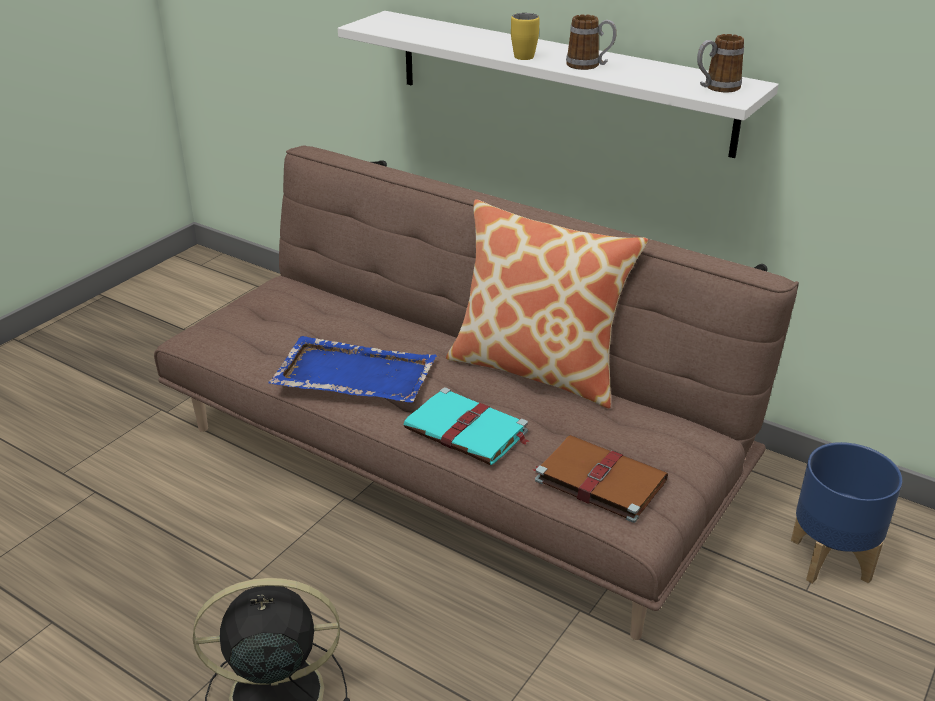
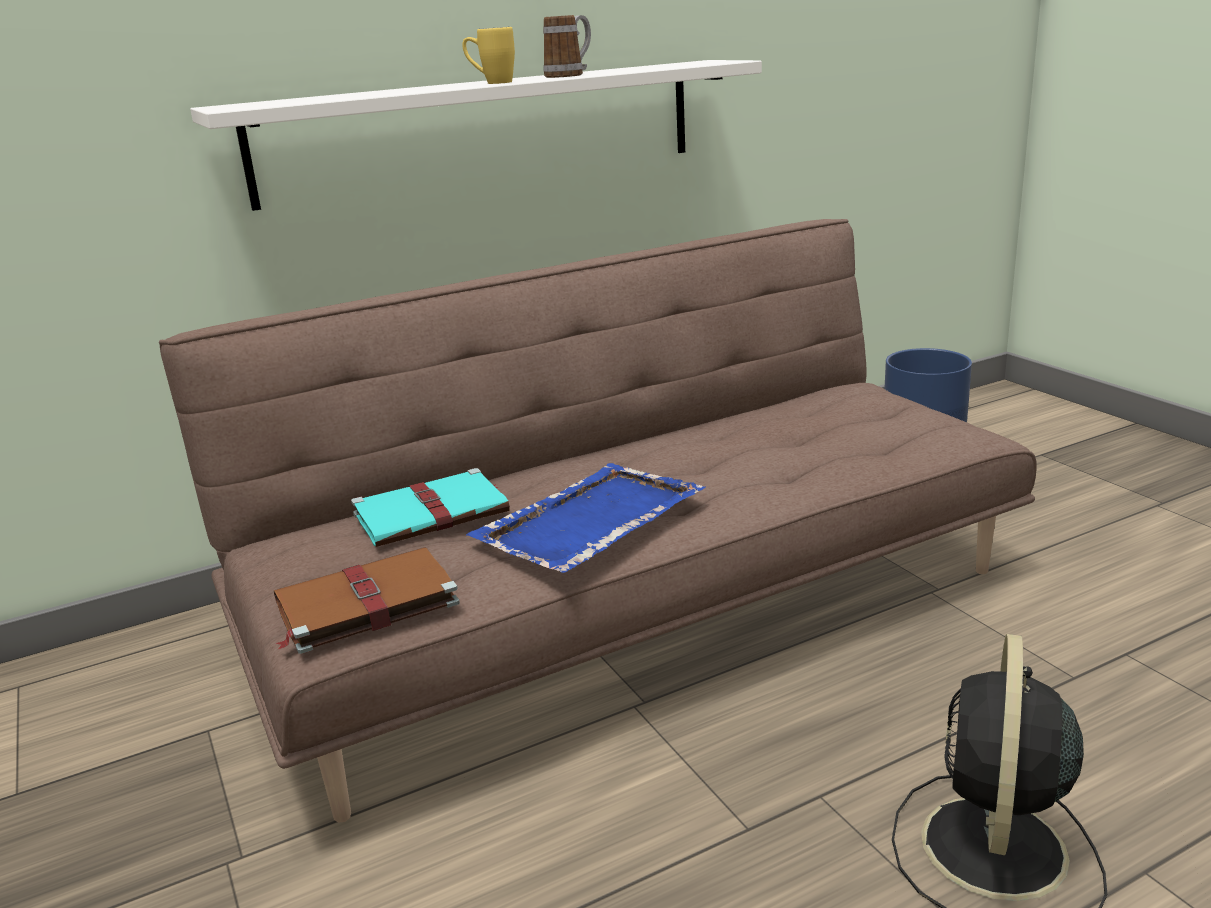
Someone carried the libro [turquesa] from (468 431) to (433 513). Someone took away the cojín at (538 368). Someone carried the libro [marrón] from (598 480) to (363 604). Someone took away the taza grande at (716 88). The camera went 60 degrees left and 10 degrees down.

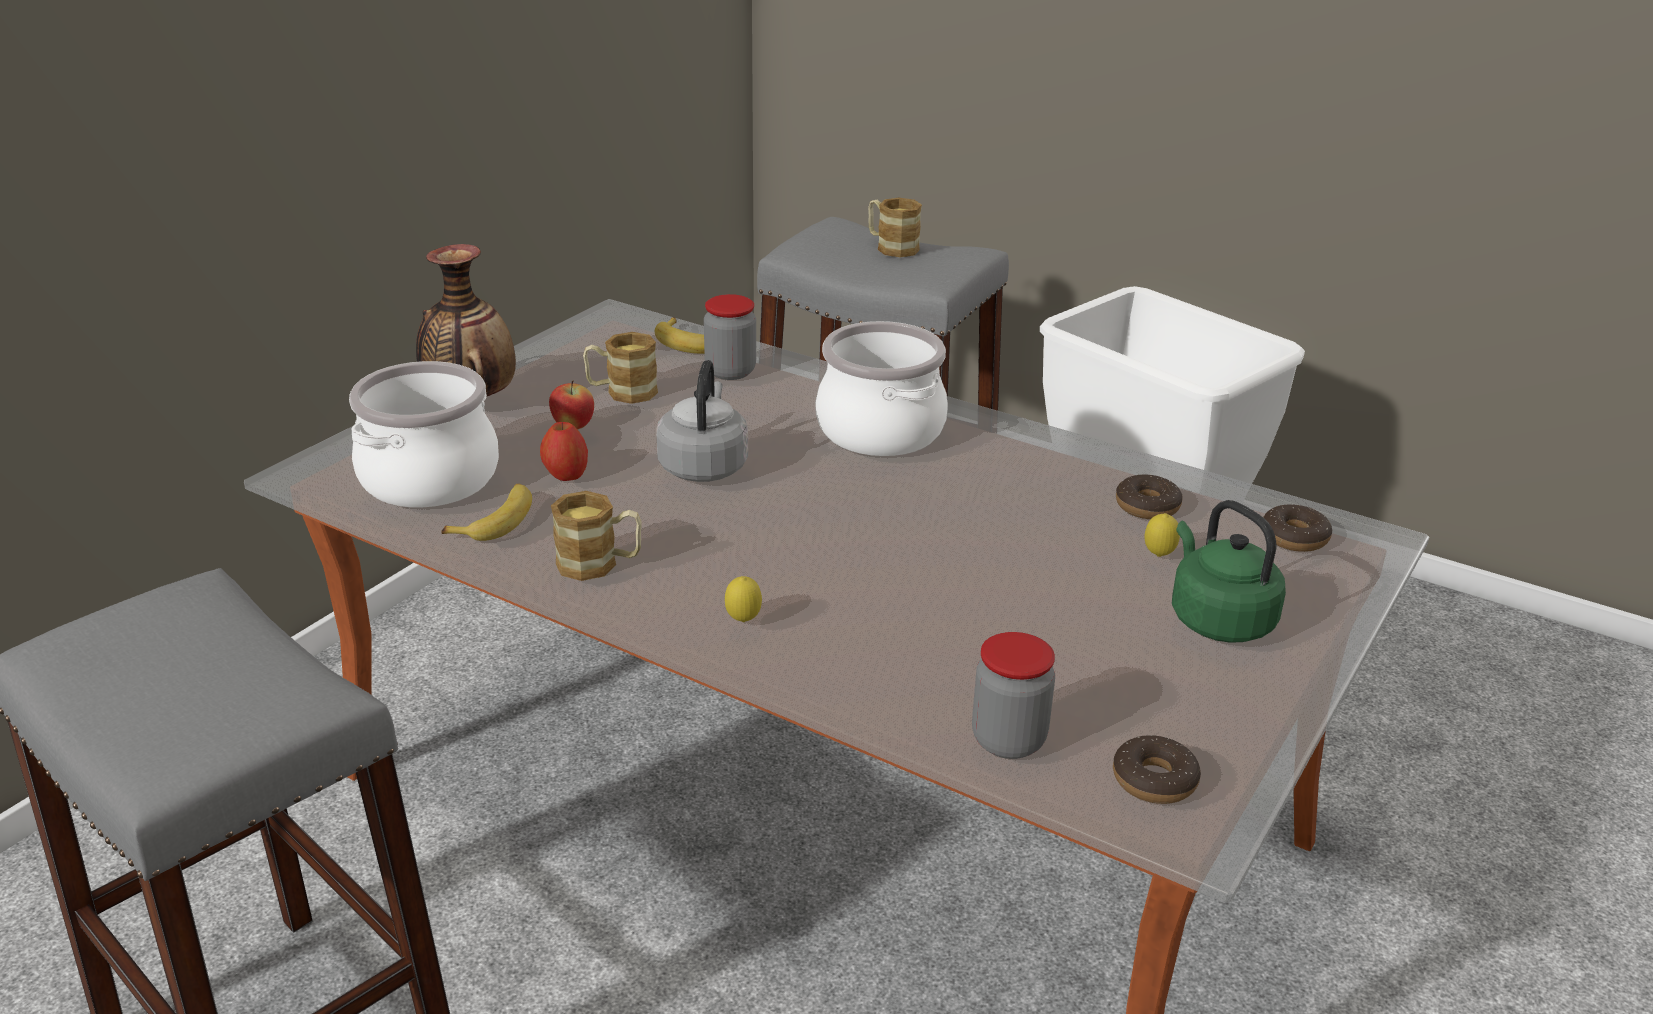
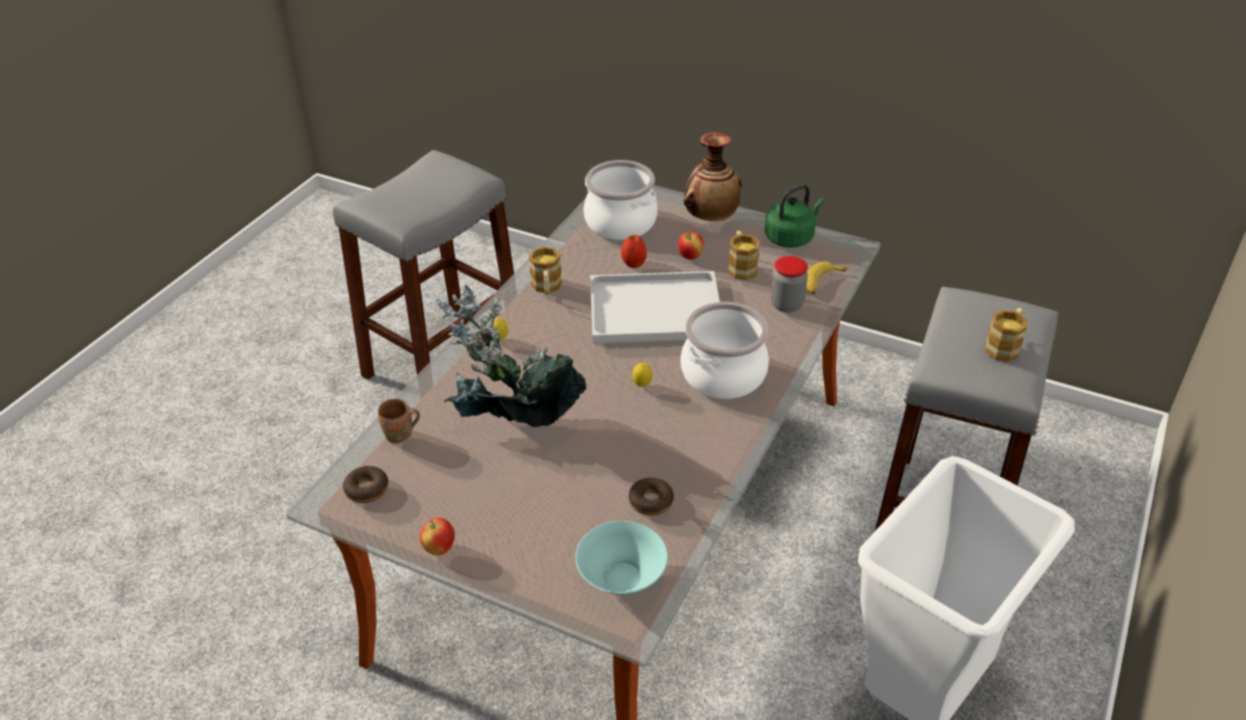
Someone took away the plátano at (496 520). Someone swapped the hervidor [gris] at (704 465) for the bandeja [blanco] at (658 308). Someone swapped the tarro at (1008 740) for the taza grande [marrón] at (400 436). Someone carried the limón from (1158 556) to (642 385). Someone carried the hervidor [verde] from (1217 619) to (791 237). Someone swapped the rosquilla at (1294 537) for the cuenco [turquesa] at (623 577). Someone put down the manzana at (439 549). Someone put down the planta en maceta at (513 430). The camera went 85 degrees right and 10 degrees up.

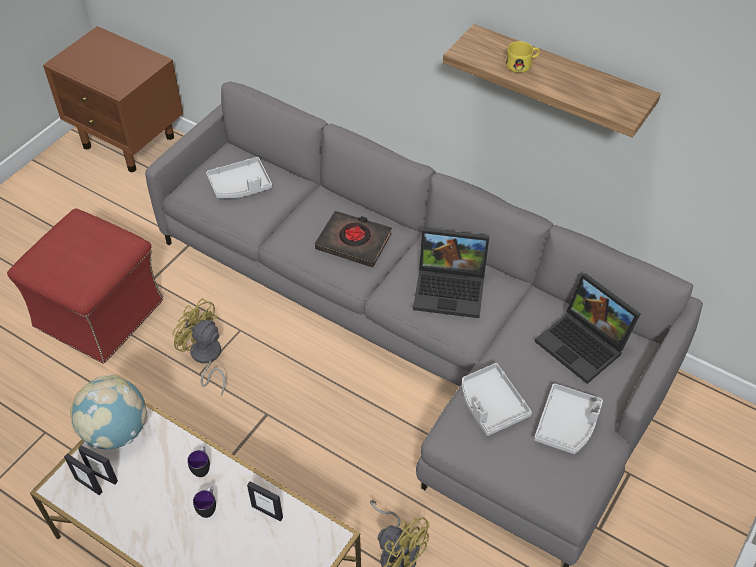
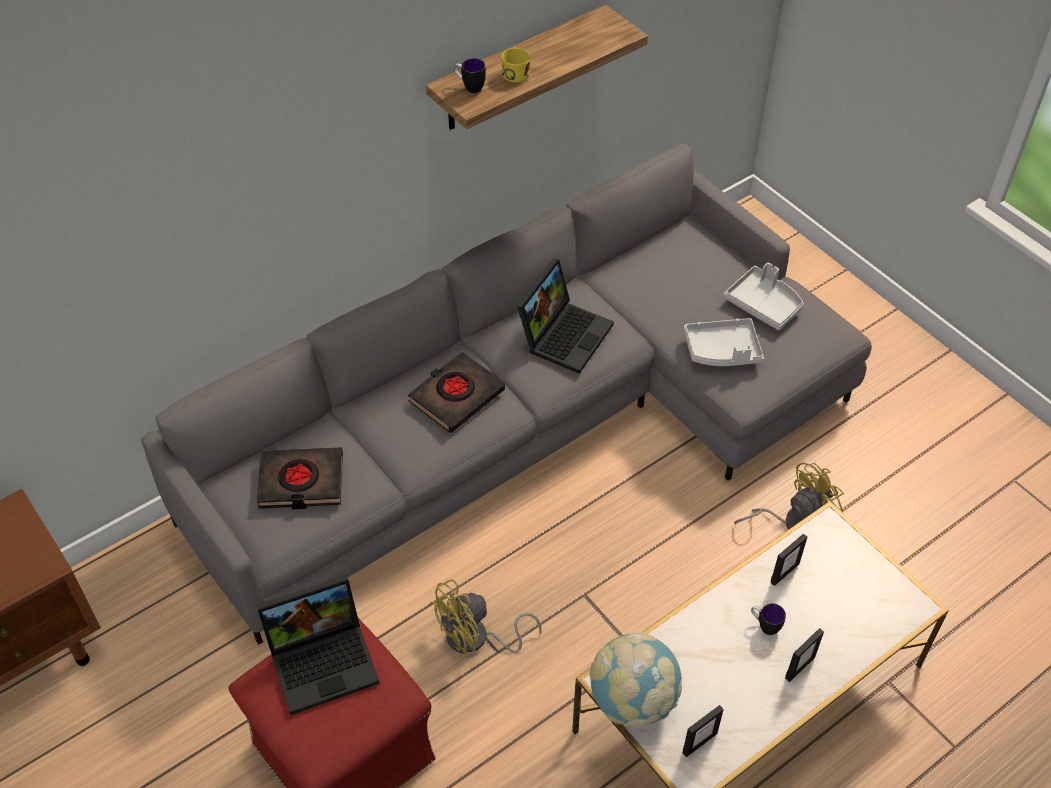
Someone carried the portarretratos from (103 475) to (799 667). Someone carried the taza grande from (202 467) to (470 87). Someone swapped the bandeja [gris] at (240 186) for the libro [negro] at (301 482). Someone carried the portátil from (584 345) to (325 659). The camera went 70 degrees left and 0 degrees up.

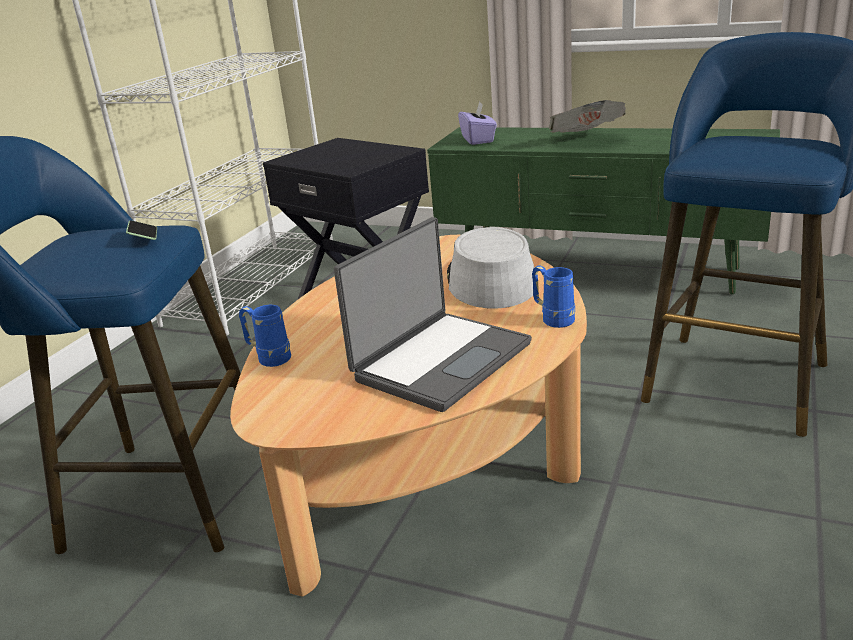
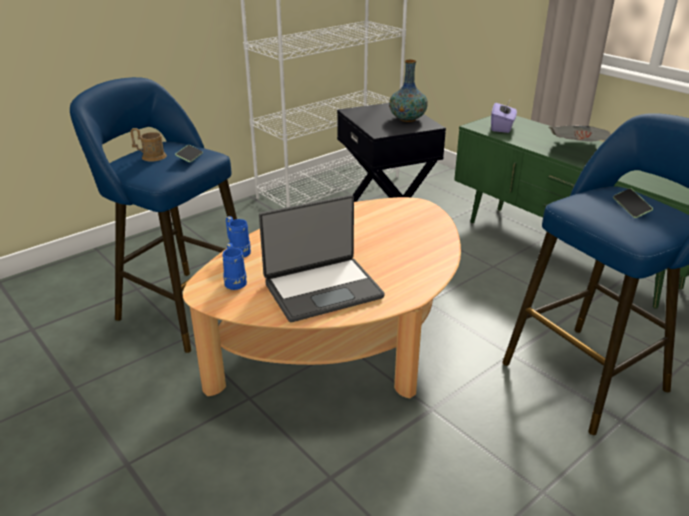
Someone took away the sombrero [gris] at (489 280). Someone carried the taza grande [azul] from (553 319) to (235 281). Someone put down the taza grande [marrón] at (150 156). Someone put down the florero at (407 119). Someone put down the móvil at (631 208). The camera went 25 degrees right and 5 degrees up.

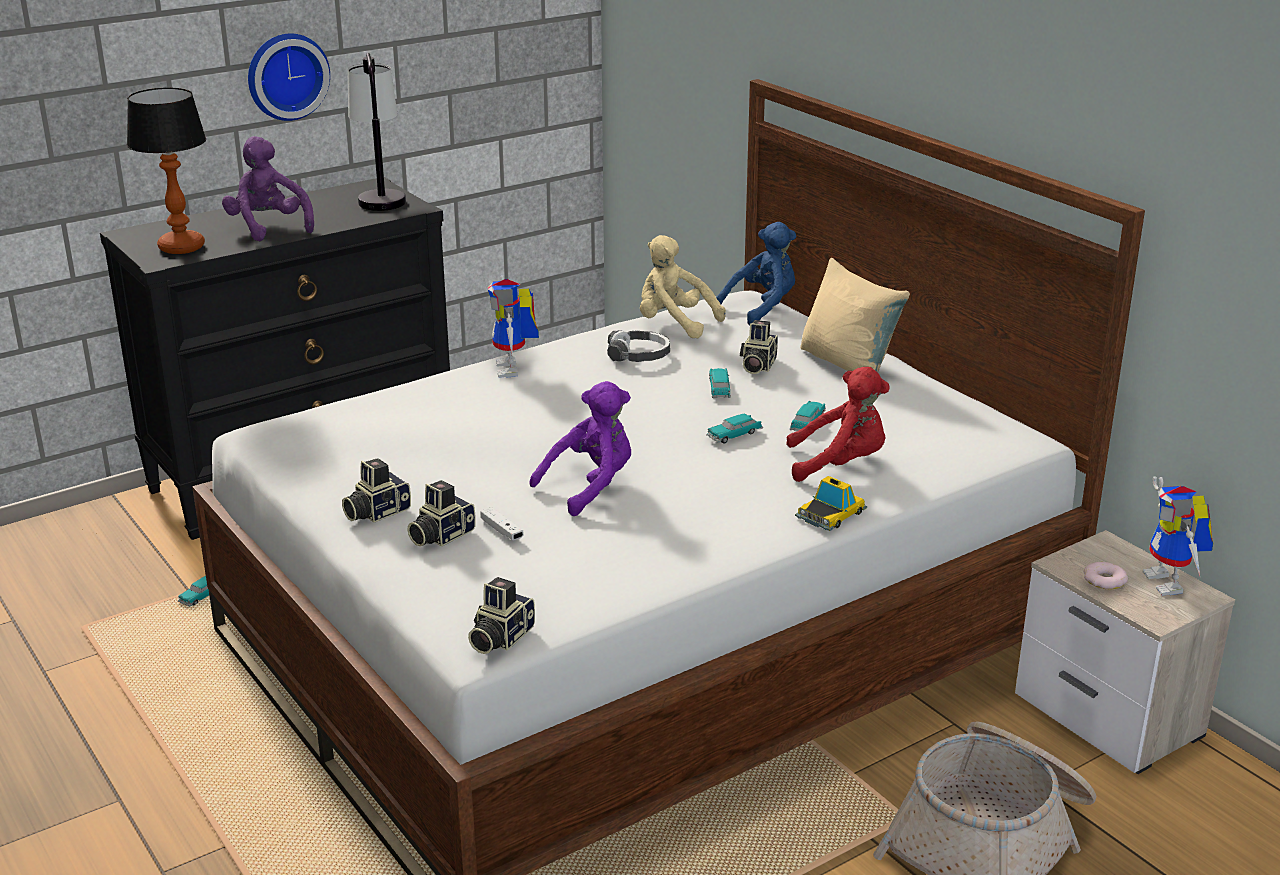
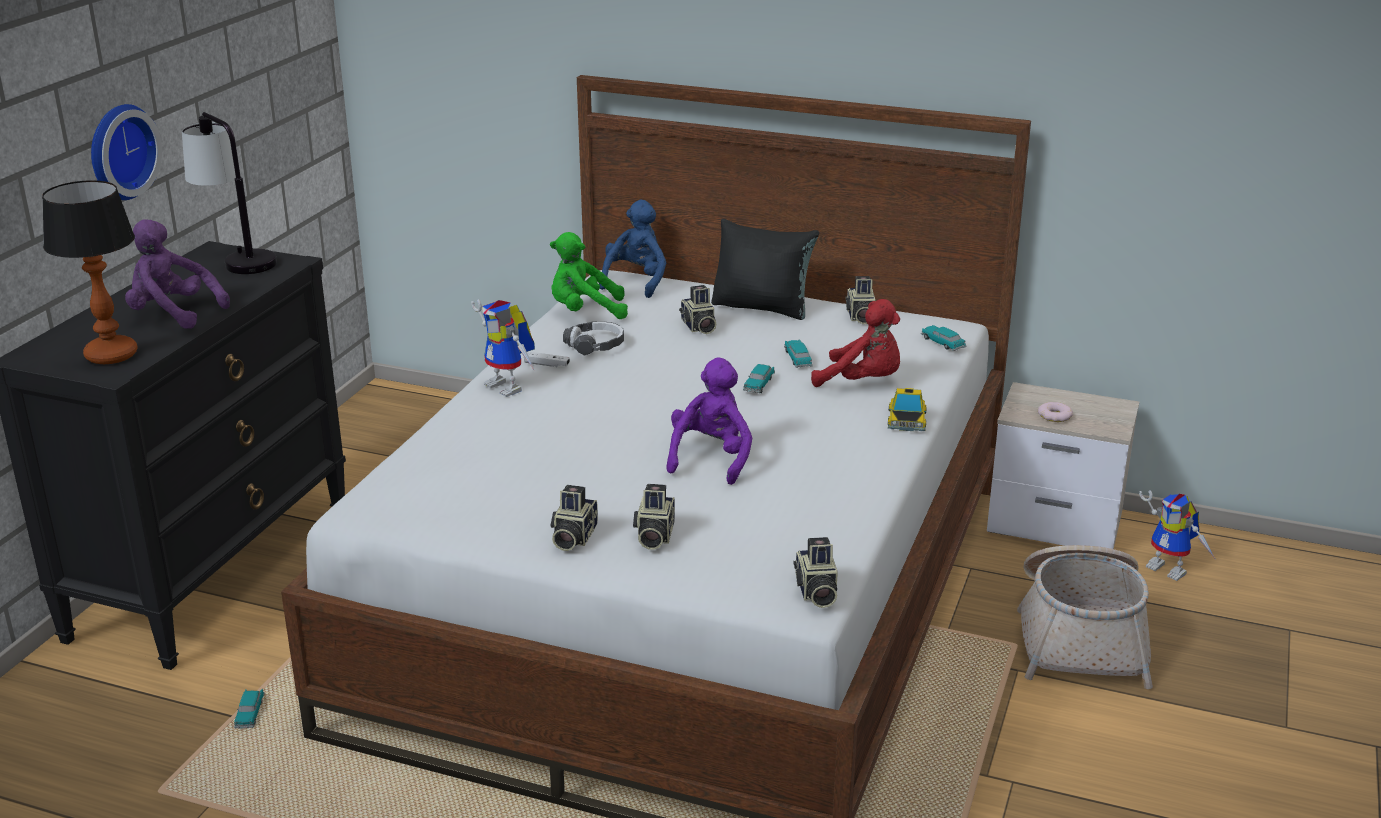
Someone carried the mando de consola [blanco] from (502 530) to (546 364). Someone repainted the peluche [beis] at (674 324), which became the peluche [verde] at (585 312). Someone carried the coche de juguete from (719 388) to (942 343). Someone rotated the peluche [rojo] at (840 464) by 60 degrees clockwise. Someone repainted the cojín [beis] at (847 365), which became the cojín [negro] at (762 307). Someone carried the robot de juguete from (1171 584) to (1171 569). Someone put down the cámara at (860 317). The camera went 35 degrees left and 0 degrees up.

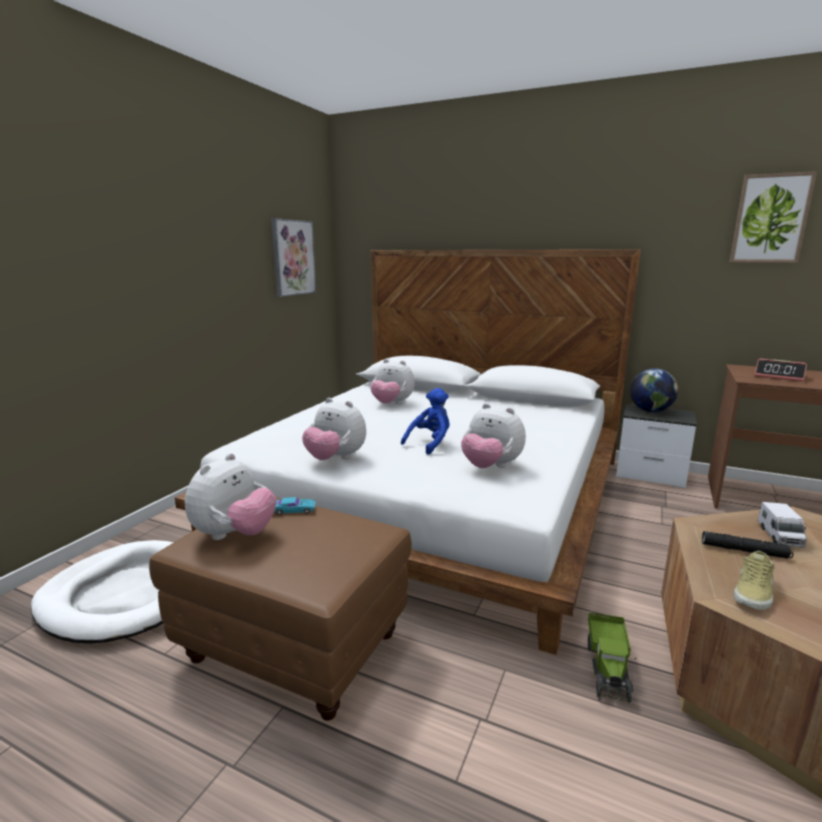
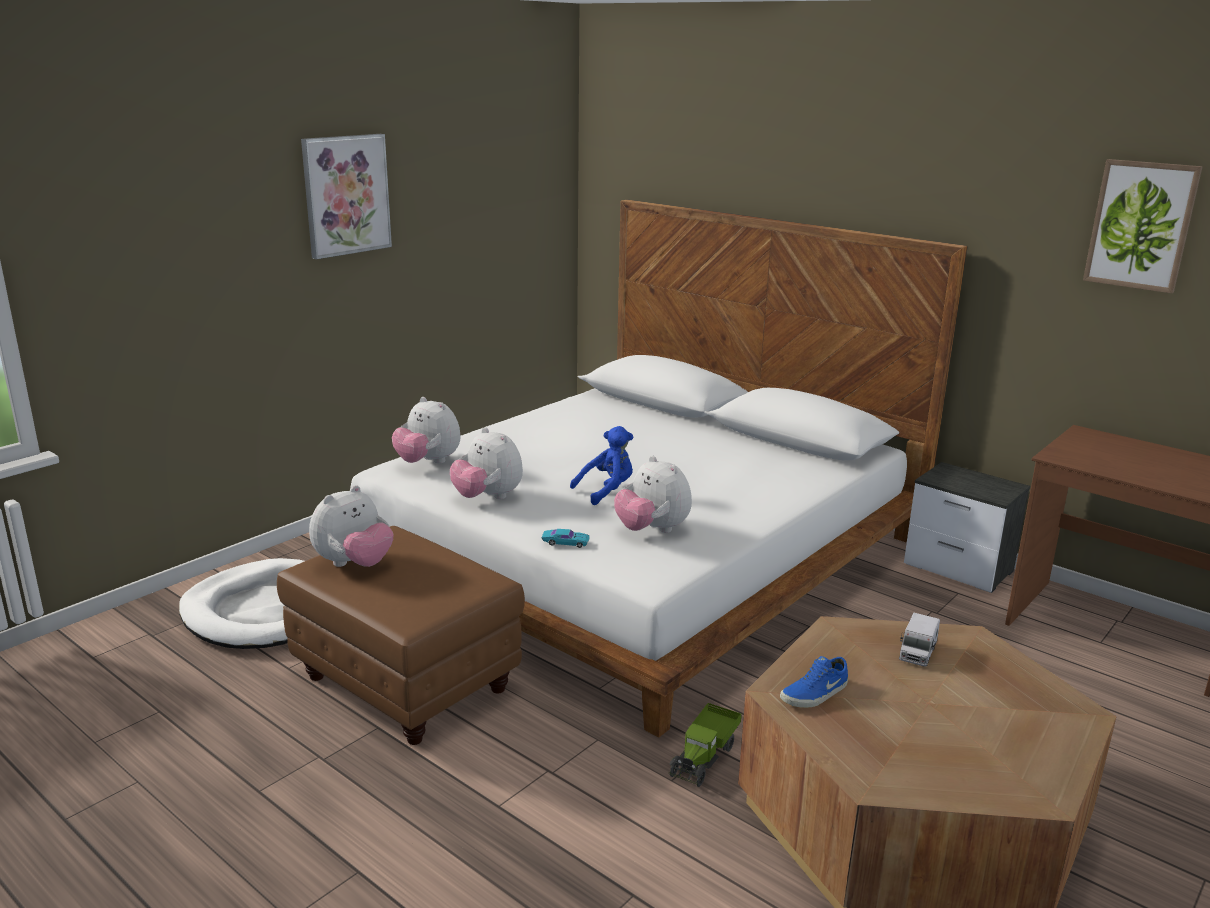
Someone carried the cuadro from (293 257) to (346 195). Someone carried the coche de juguete [turquesa] from (292 510) to (565 542). Someone carried the peluche from (392 404) to (428 462). Someone took away the globo terráqueo at (650 411). Someone took away the linterna [negro] at (744 551). Someone repainted the zapato [beis] at (754 592), which became the zapato [azul] at (815 694). Someone took away the despertador at (779 376). The camera went 15 degrees right and 5 degrees up.

